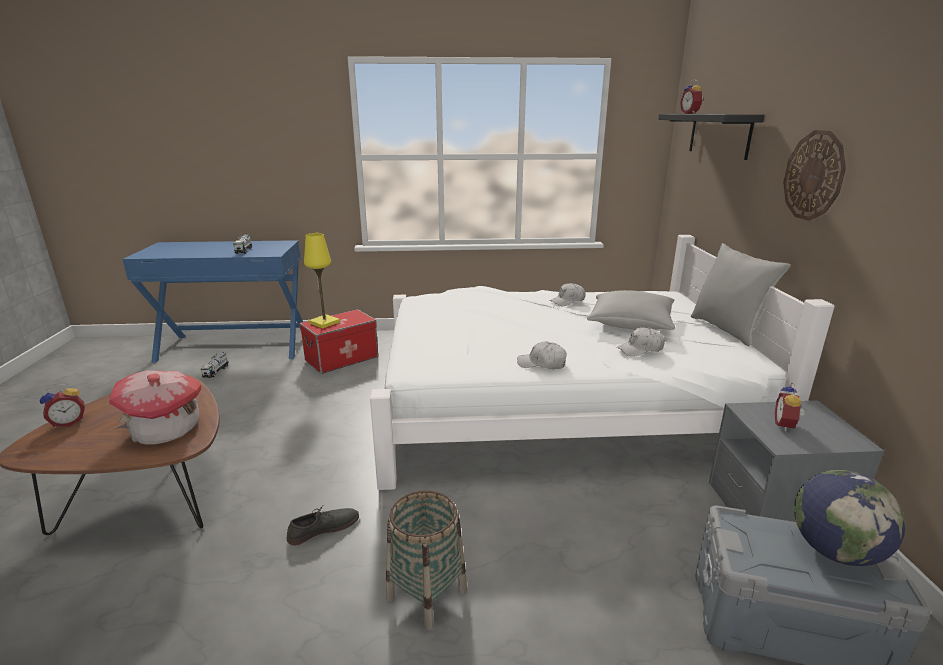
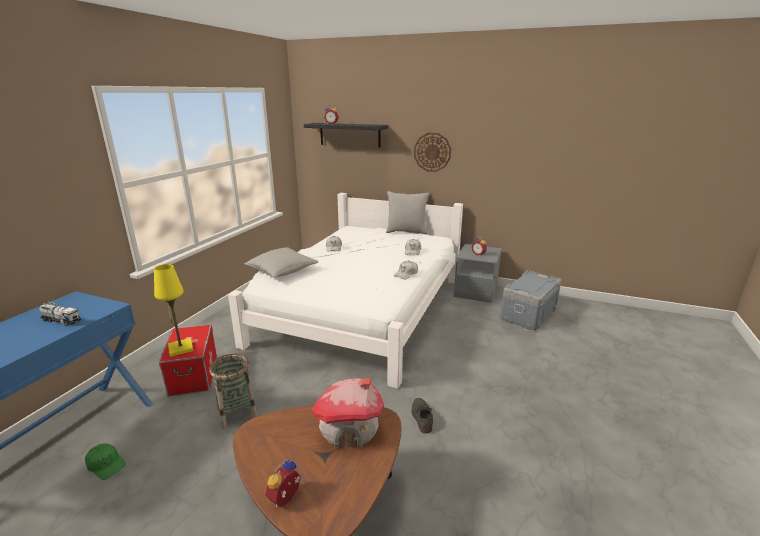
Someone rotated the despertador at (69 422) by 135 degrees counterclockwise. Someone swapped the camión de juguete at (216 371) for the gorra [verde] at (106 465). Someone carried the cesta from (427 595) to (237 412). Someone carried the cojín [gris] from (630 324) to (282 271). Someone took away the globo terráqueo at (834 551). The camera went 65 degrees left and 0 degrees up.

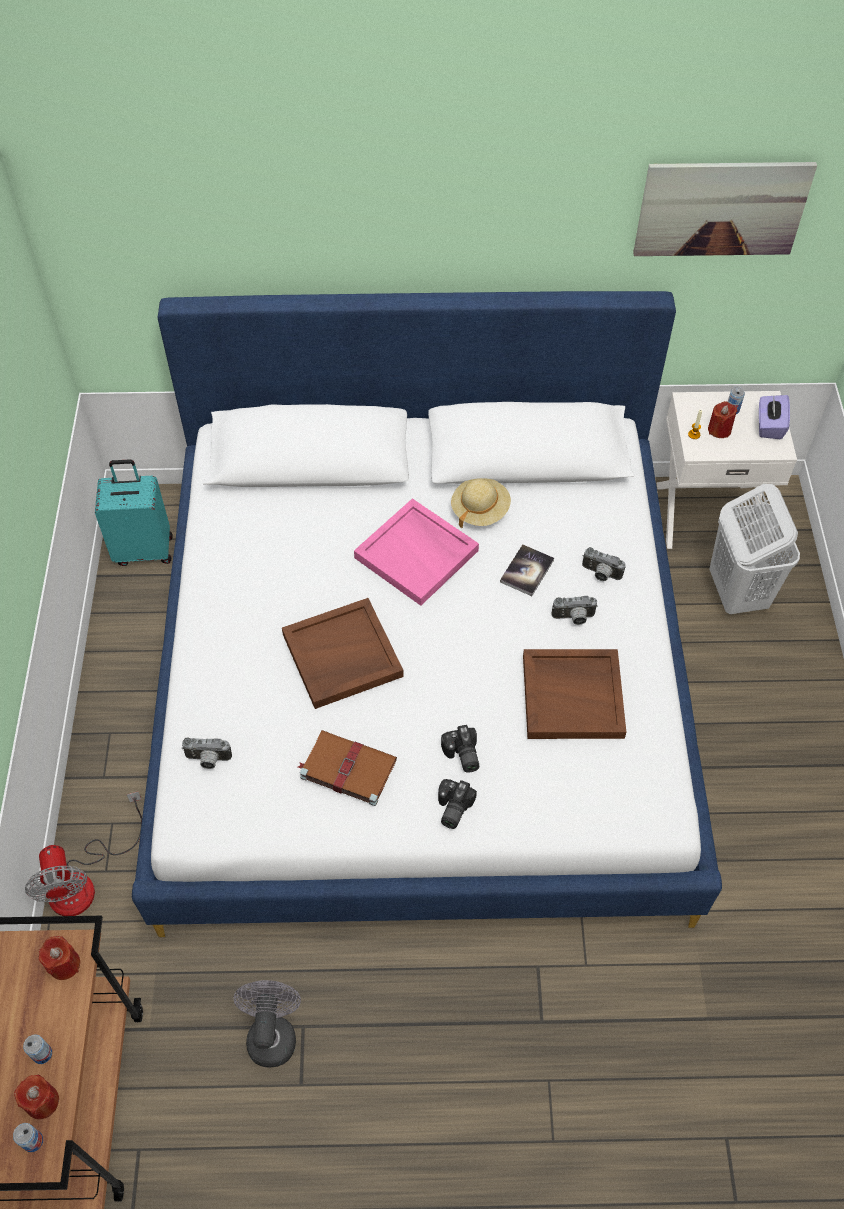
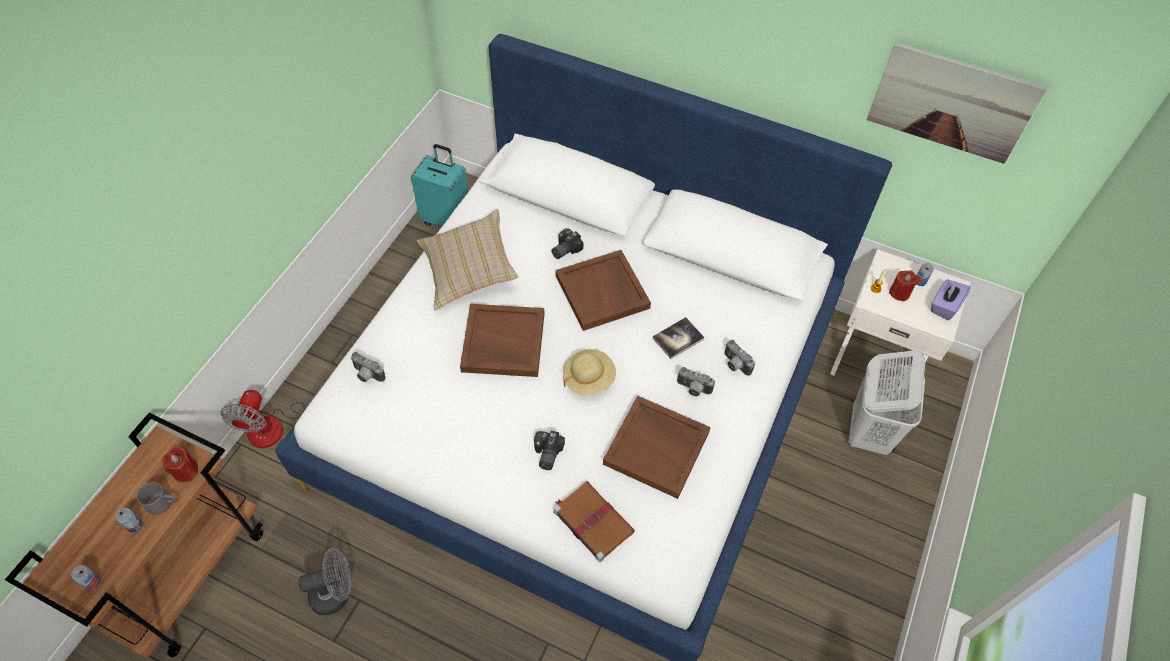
Someone took away the vela [rojo] at (42 1101). Someone rotated the ventilador [gris] at (272 1033) by 45 degrees clockwise. Someone carried the libro [marrón] from (346 768) to (592 521). Someone repainted the bandeja [rosa] at (417 554), which became the bandeja [marrón] at (603 292). Someone carried the cámara from (451 808) to (564 249). Someone carried the sombrero [beis] from (480 510) to (589 379). Someone put down the taza grande [gris] at (163 503). Someone put down the cojín [beis] at (468 270). The camera went 25 degrees right and 0 degrees up.

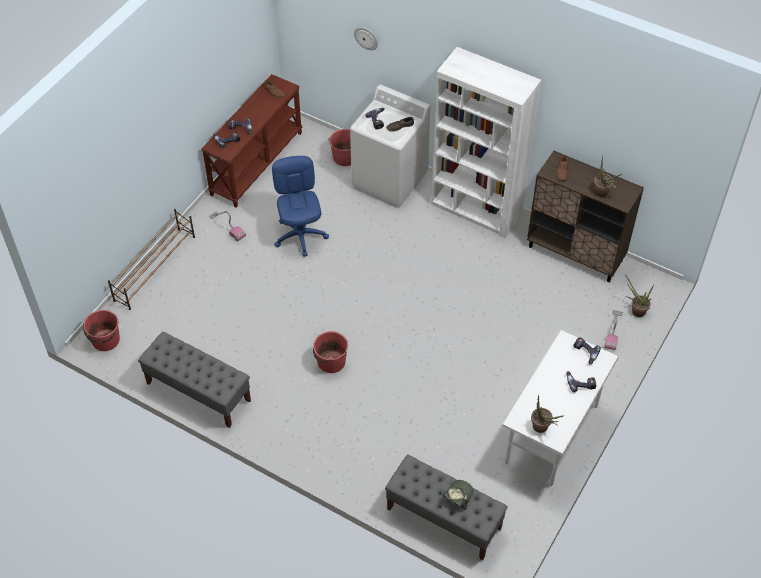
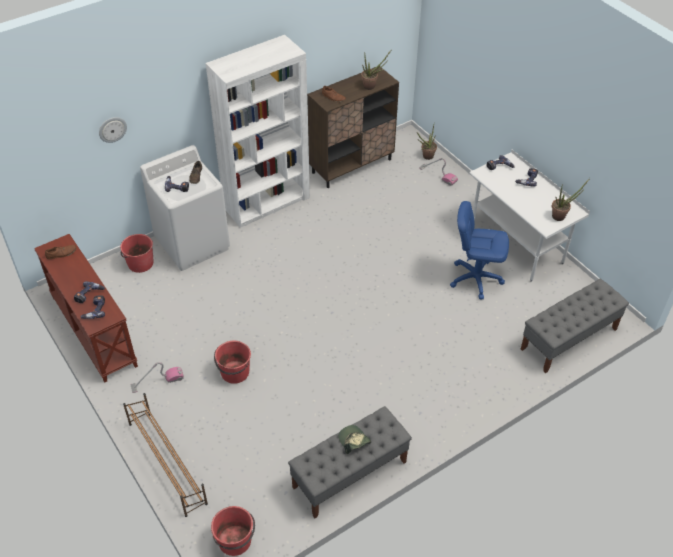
Someone carried the silla de oficina [azul] from (300 235) to (475 278). Someone carried the cubo [rojo] from (330 362) to (234 373). Someone carried the gorra from (458 496) to (353 441). The camera went 65 degrees left and 5 degrees down.

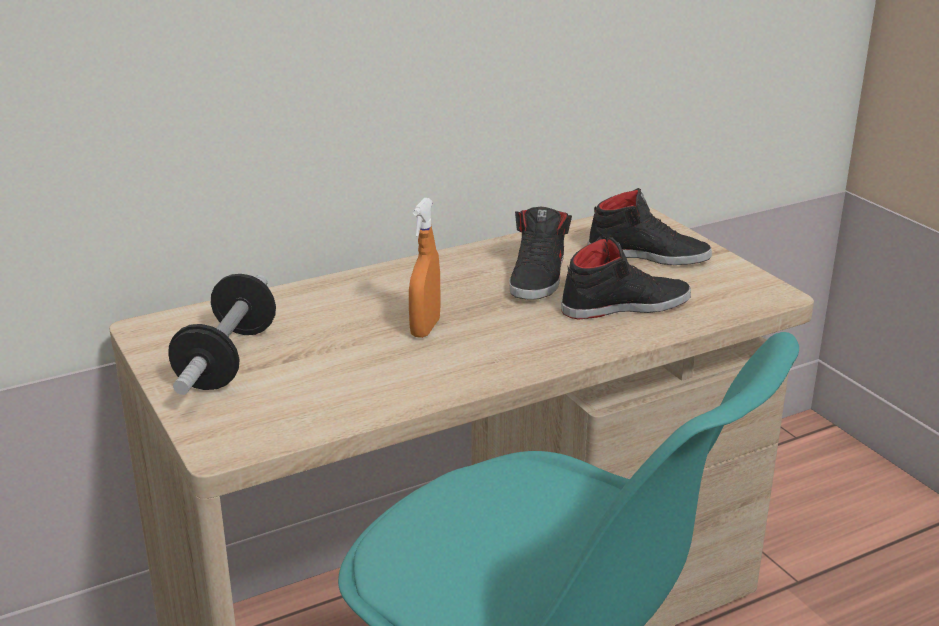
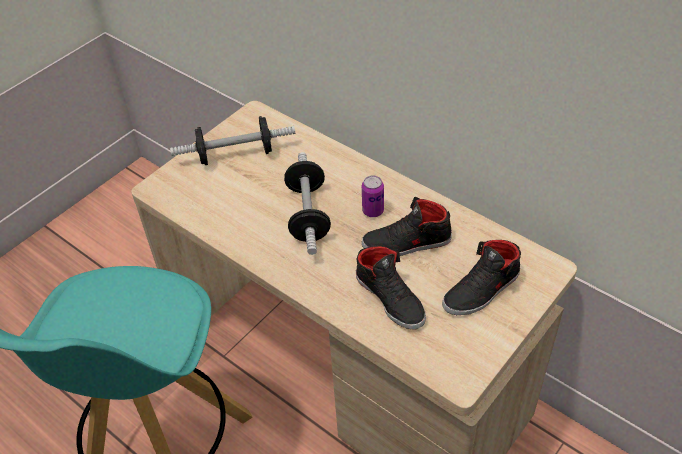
Someone swapped the pulverizador [naranja] at (425 328) for the mancuerna at (308 214). Someone rotated the zapato [negro] at (648 255) by 60 degrees clockwise. Someone put down the lata at (373 211). The camera went 70 degrees right and 20 degrees up.

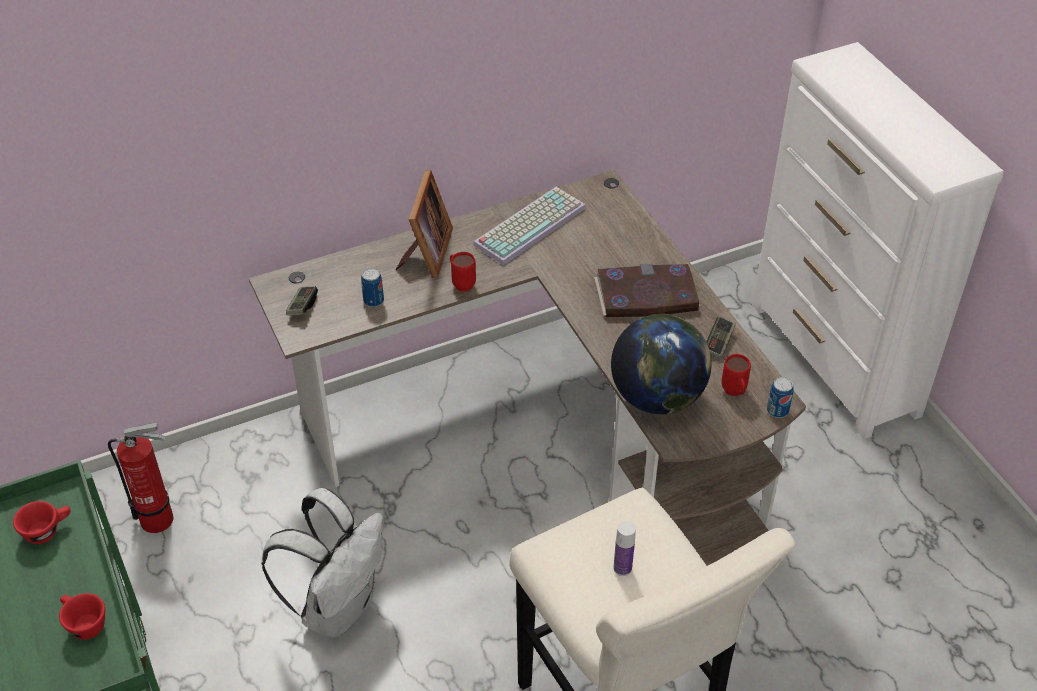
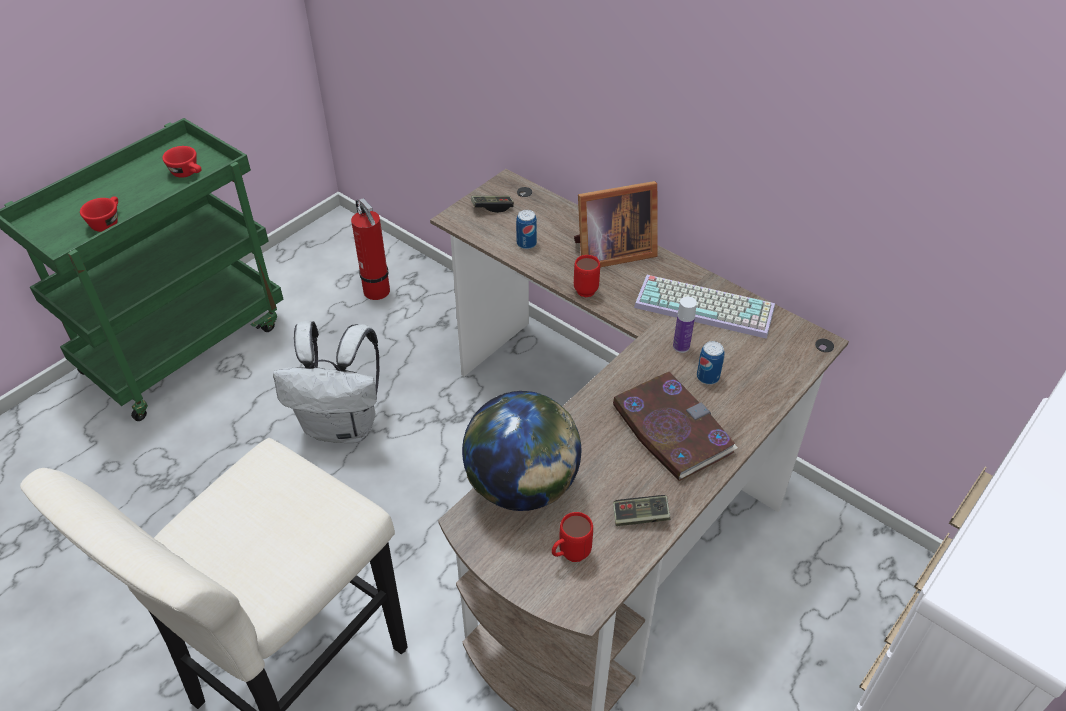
Someone carried the botella from (622 568) to (681 346). Someone carried the lata from (777 410) to (707 377). The camera went 65 degrees right and 0 degrees up.

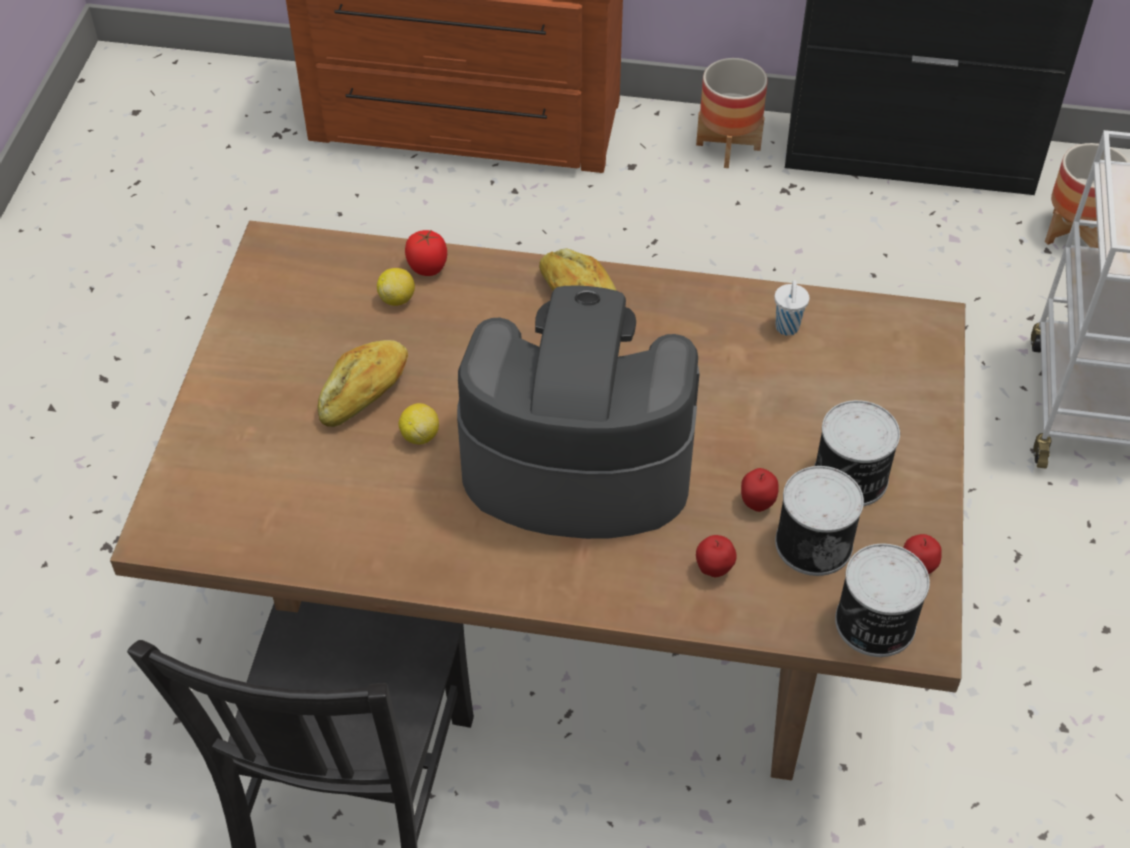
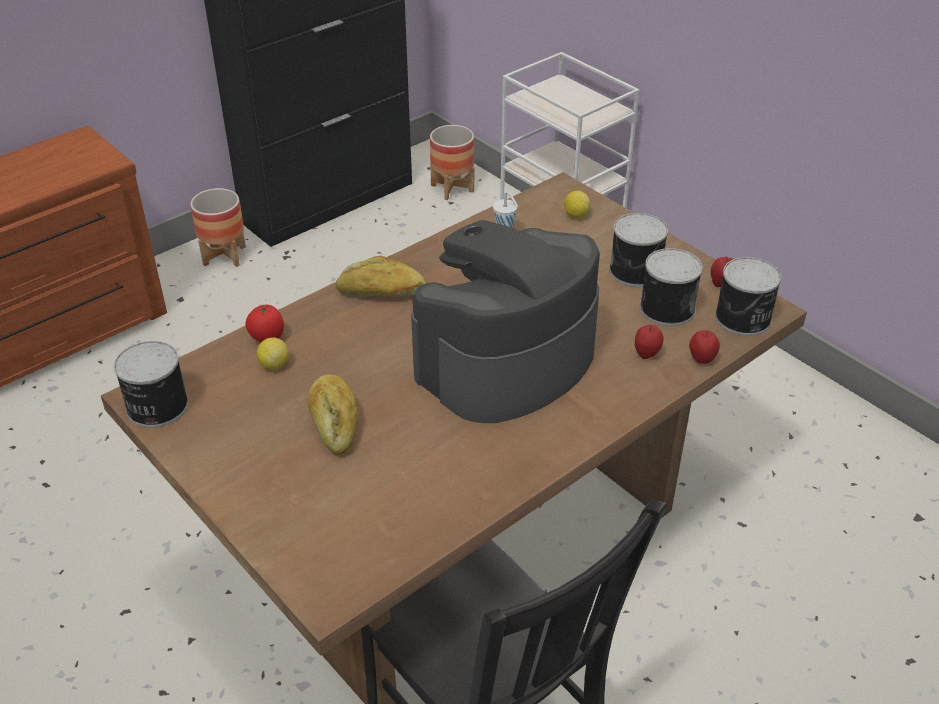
Someone carried the limón from (420 435) to (576 215). Someone carried the manzana from (757 503) to (701 360). Someone put down the lata at (156 407). The camera went 50 degrees left and 10 degrees down.

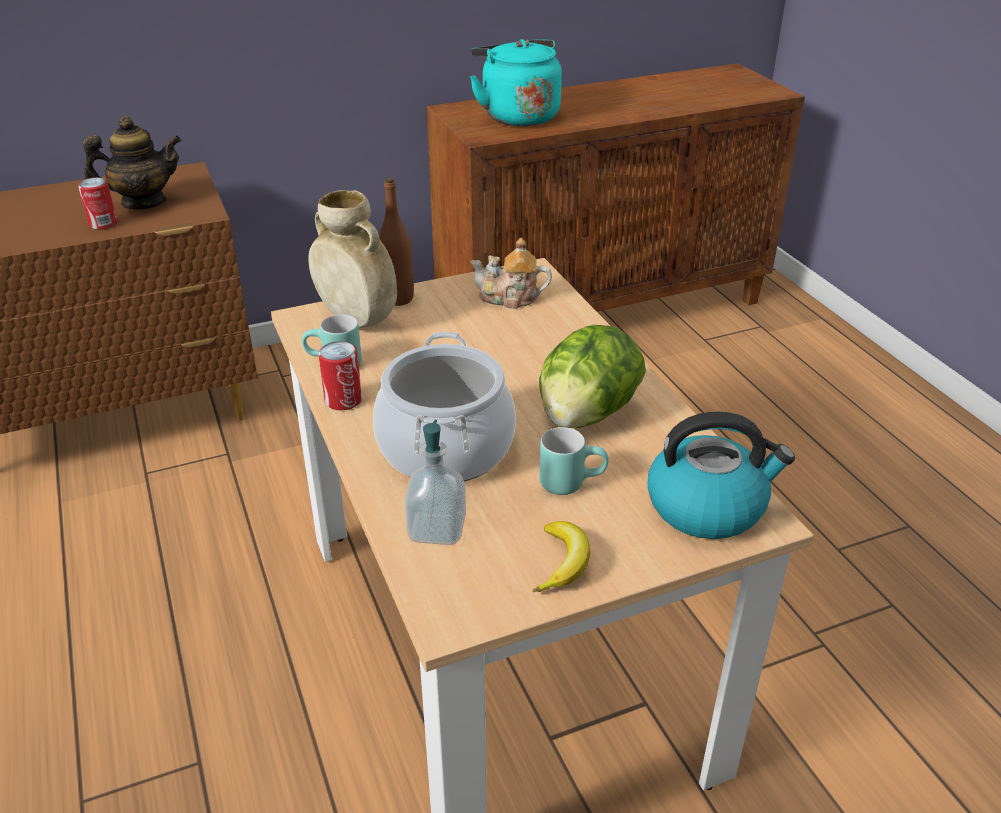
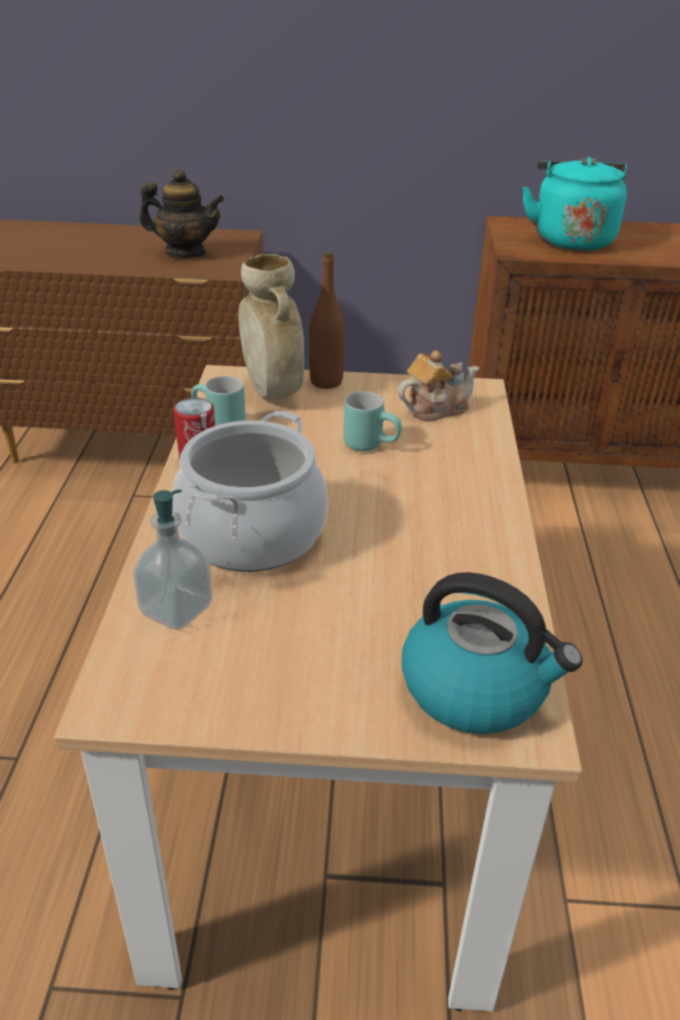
Someone took away the lata at (103 224). Someone rotated the tetera at (510 298) by 120 degrees clockwise. Someone took away the plátano at (562 562). Someone took away the lechuga at (586 415). Someone carried the taza grande [turquesa] from (571 481) to (372 444). The camera went 25 degrees right and 0 degrees up.

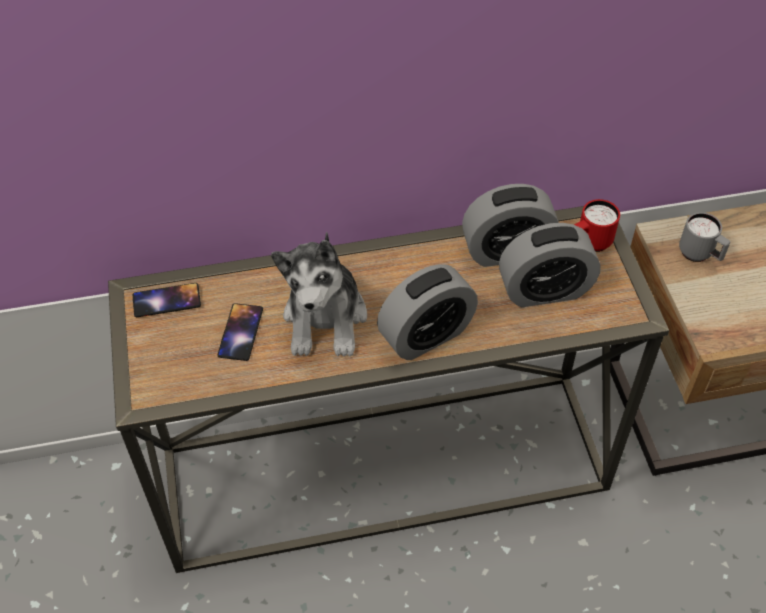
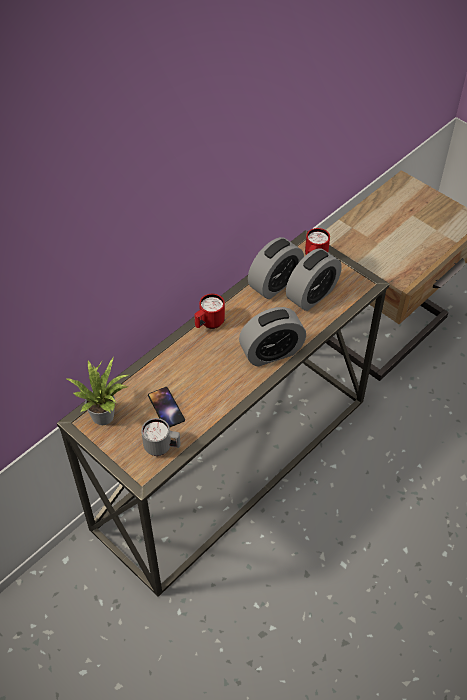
Someone swapped the móvil at (166 300) for the planta en maceta at (105 414). Someone took away the peluche at (325 318). Someone rotated the despertador at (426 335) by 45 degrees clockwise. Someone carried the taza grande [gris] from (699 255) to (162 447). Someone put down the taza grande [rojo] at (209 324). The camera went 35 degrees left and 0 degrees up.

